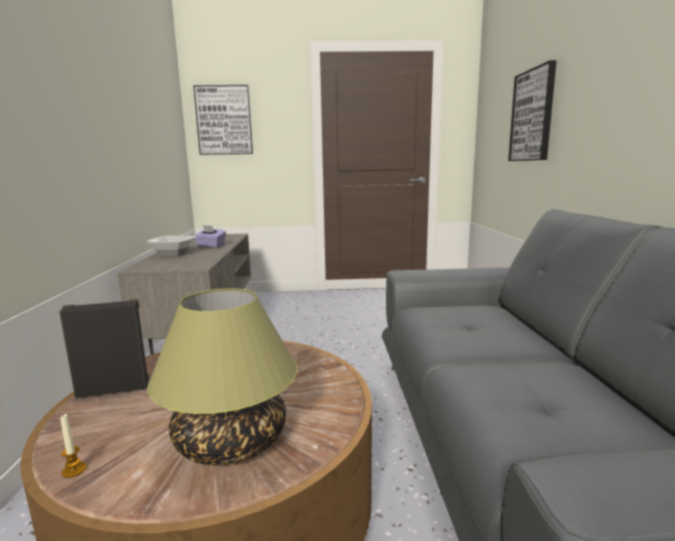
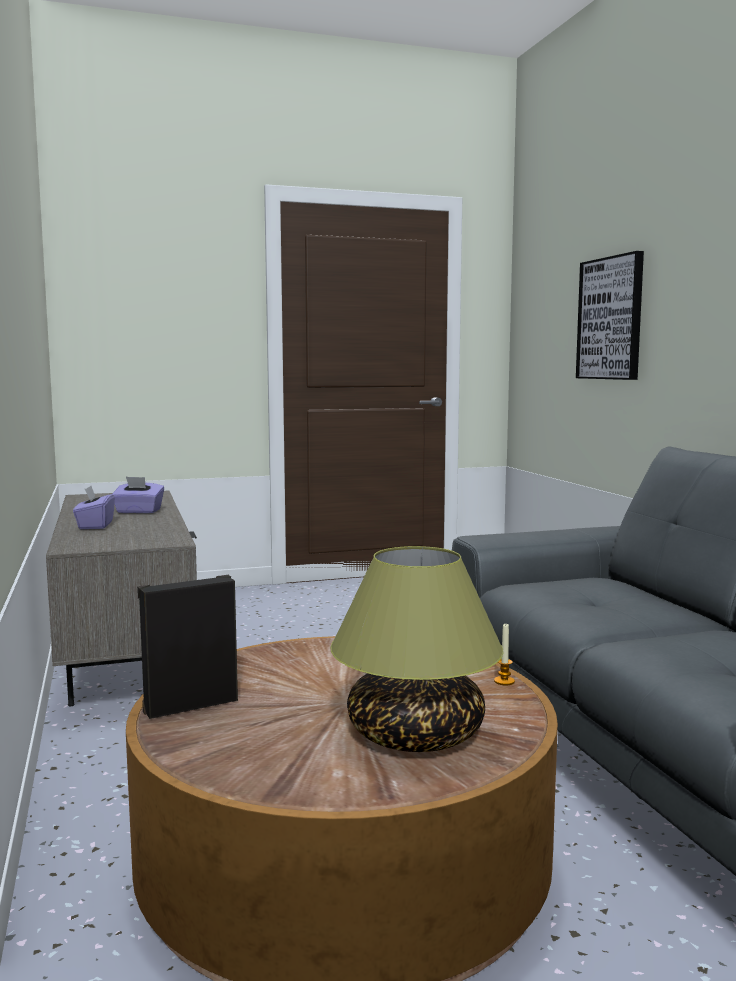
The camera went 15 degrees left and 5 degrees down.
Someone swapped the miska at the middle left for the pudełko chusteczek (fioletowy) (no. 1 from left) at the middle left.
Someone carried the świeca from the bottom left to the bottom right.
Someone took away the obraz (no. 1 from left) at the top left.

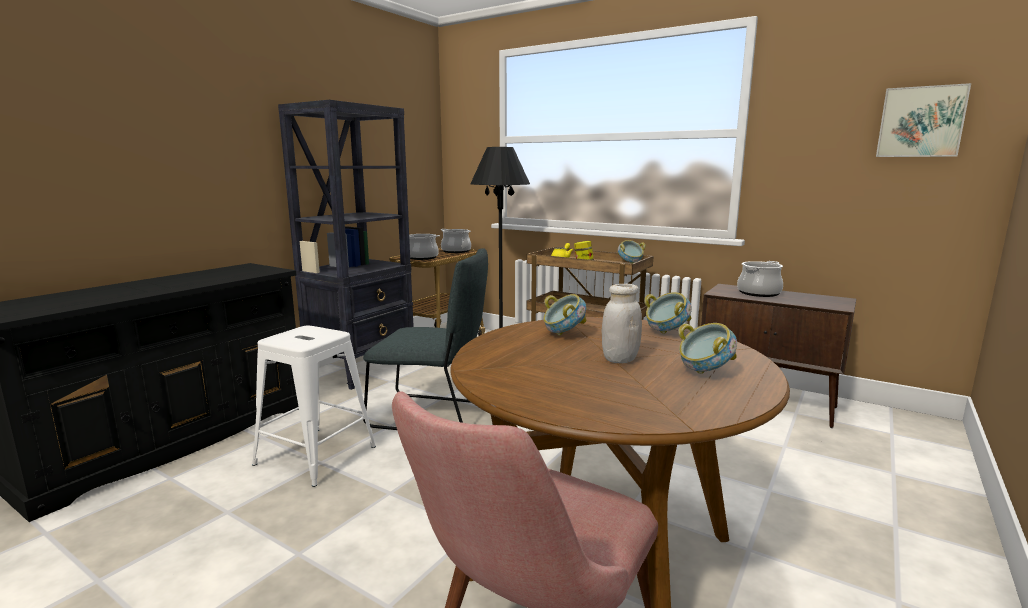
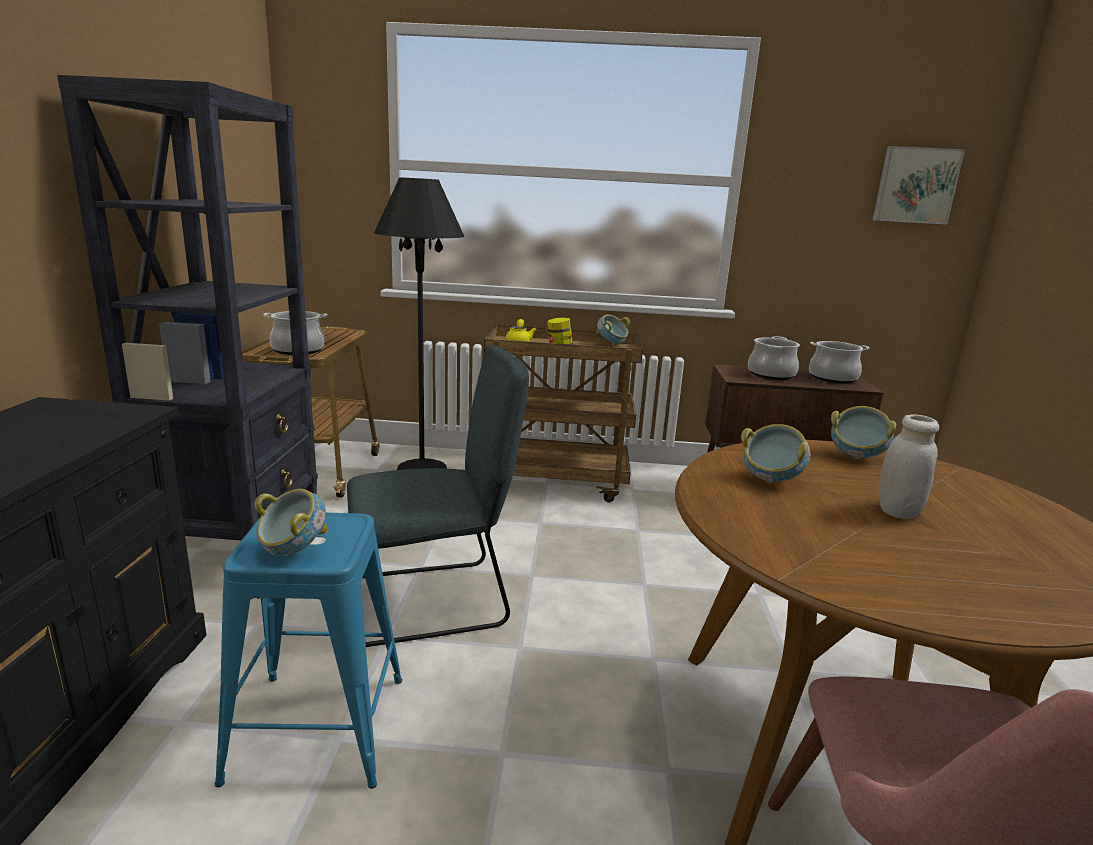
The camera went 30 degrees left and 5 degrees up.
Someone repainted the stołek (biały) at the bottom left, which became the stołek (niebieski) at the bottom left.
Someone carried the miska (no. 4 from left in the first image) from the middle right to the middle left.
Someone carried the garnek (no. 2 from left in the first image) from the centre to the middle right.

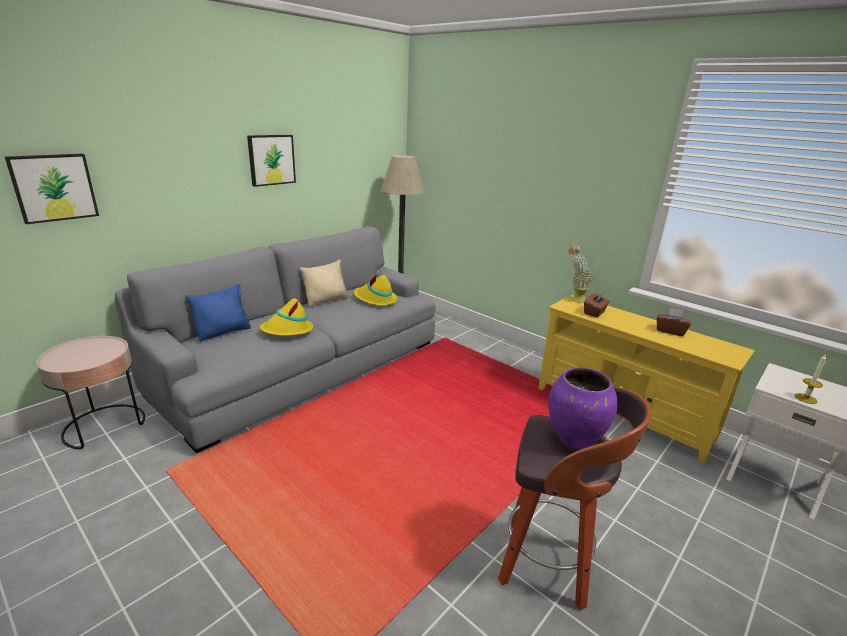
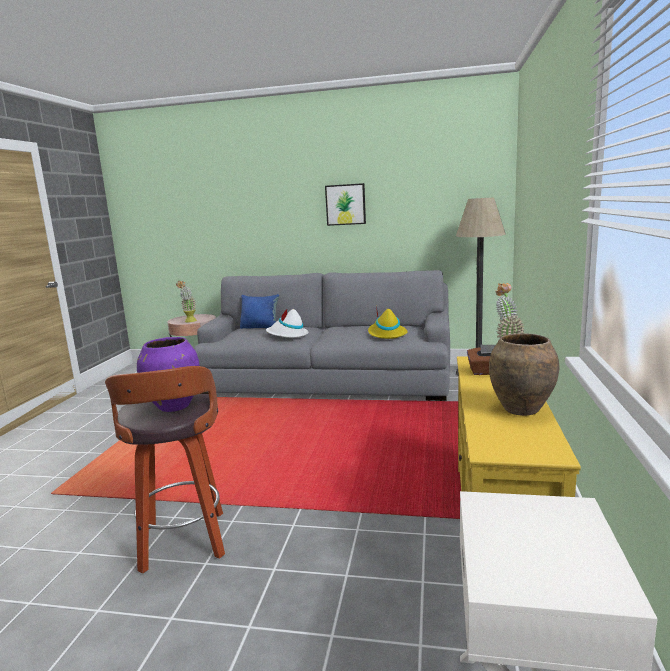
The camera went 60 degrees right and 10 degrees down.
Someone put down the roślina doniczkowa (no. 1 from left) at the middle left.
Someone repainted the kapelusz (żółty) (no. 1 from left) at the centre, which became the kapelusz (biały) at the centre.
Someone swapped the pudełko chusteczek (brązowy) (no. 2 from left) at the middle right for the wazon (brązowy) at the middle right.
Someone took away the obraz (no. 1 from left) at the top left.
Someone took away the poduszka (beżowy) at the centre.
Someone took away the świeca at the middle right.

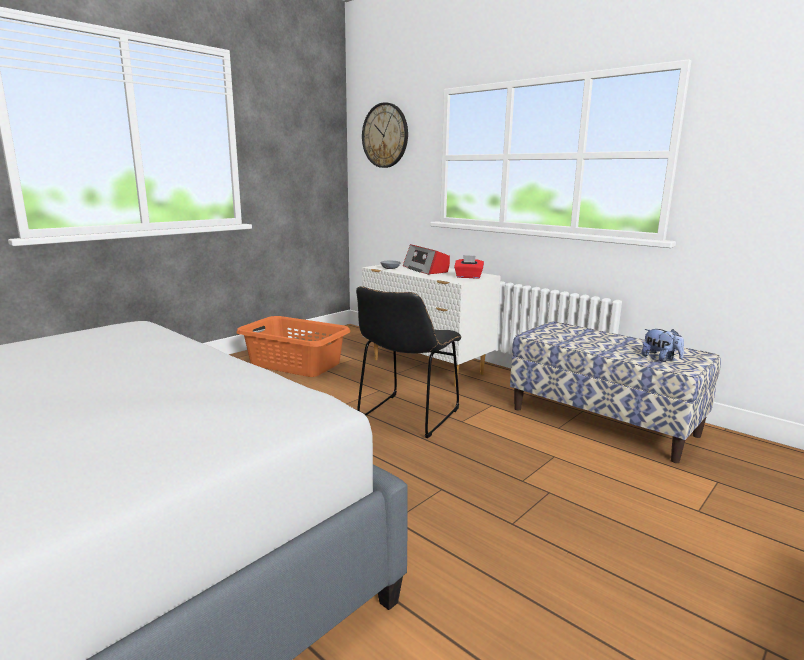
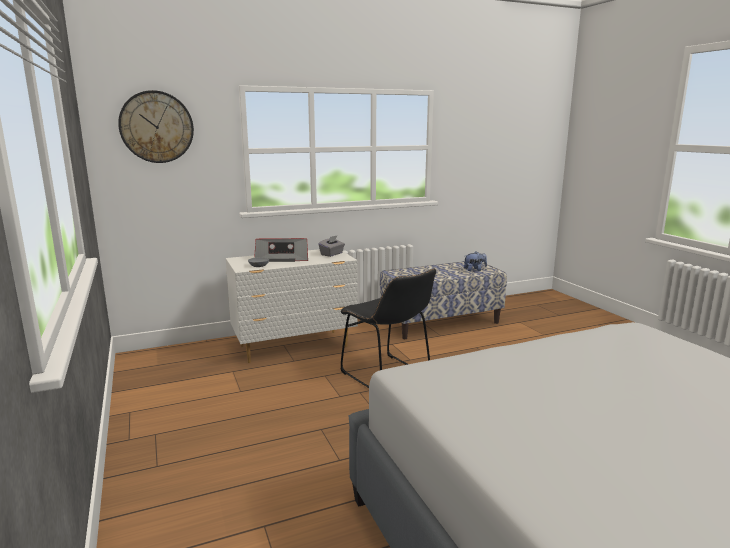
The camera went 65 degrees left and 0 degrees up.
Someone repainted the pudełko chusteczek (czerwony) at the centre, which became the pudełko chusteczek (szary) at the centre.
Someone took away the kosz na pranie (pomarańczowy) at the centre.

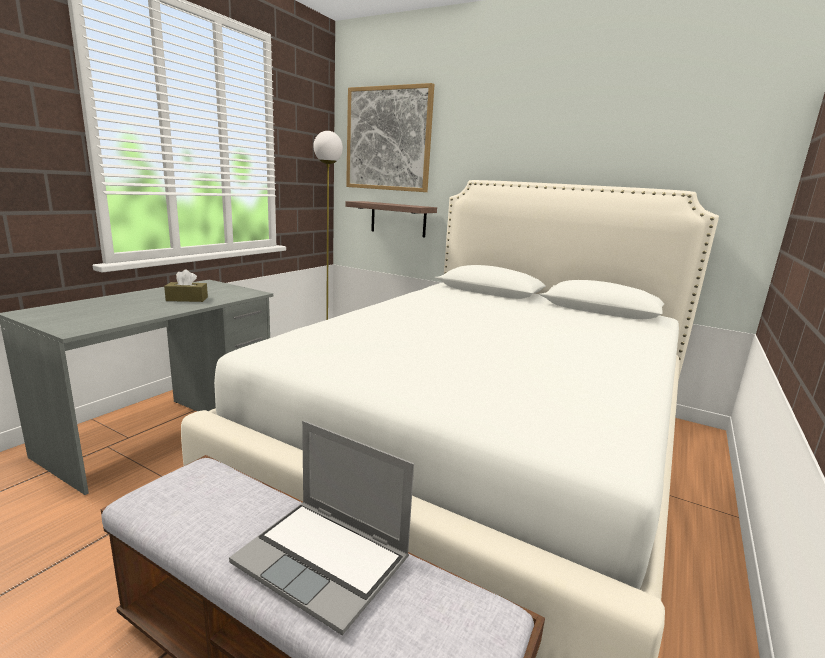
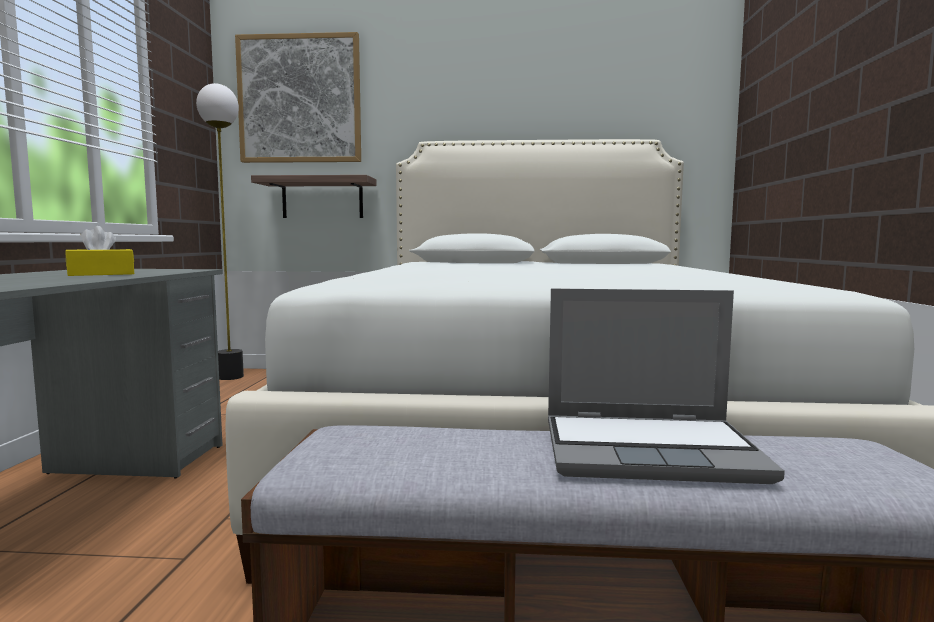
The camera went 25 degrees left and 10 degrees down.
Someone repainted the pudełko chusteczek (brązowy) at the middle left, which became the pudełko chusteczek (żółty) at the middle left.

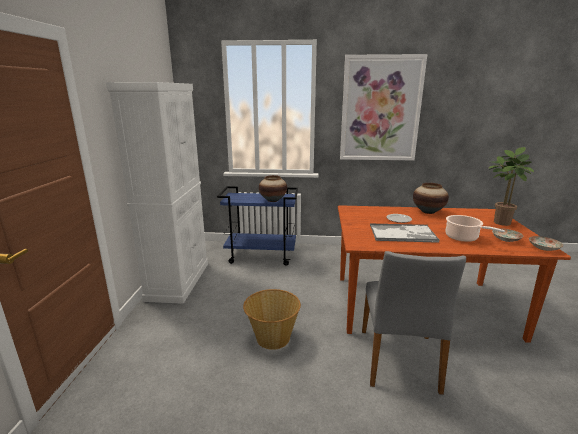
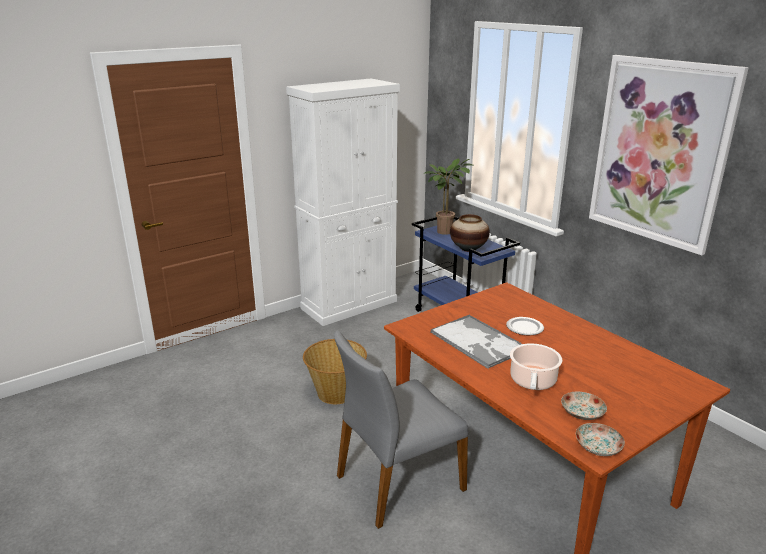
The camera went 50 degrees right and 5 degrees up.
Someone carried the roślina doniczkowa from the middle right to the centre.
Someone took away the wazon (no. 2 from left) at the middle right.

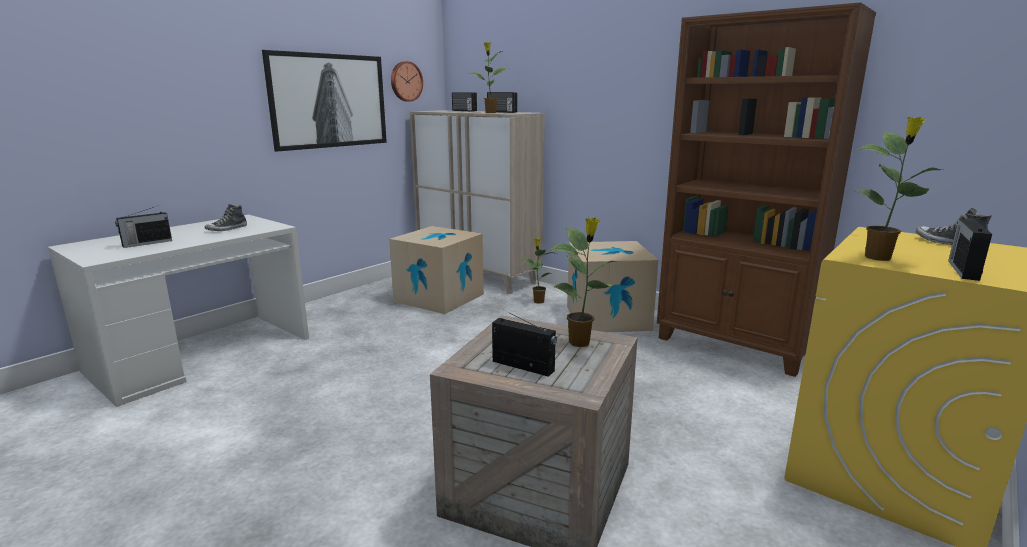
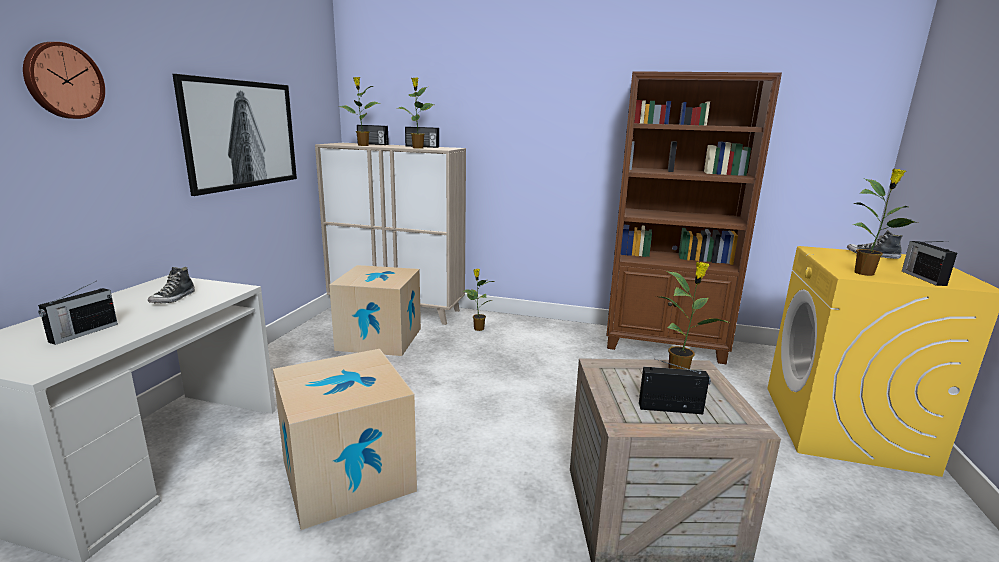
The camera went 25 degrees left and 0 degrees up.
Someone carried the zegar ścienny from the top centre to the top left.
Someone carried the karton (no. 2 from left in the first image) from the centre to the bottom centre.
Someone put down the roślina doniczkowa (no. 1 from left) at the top centre.

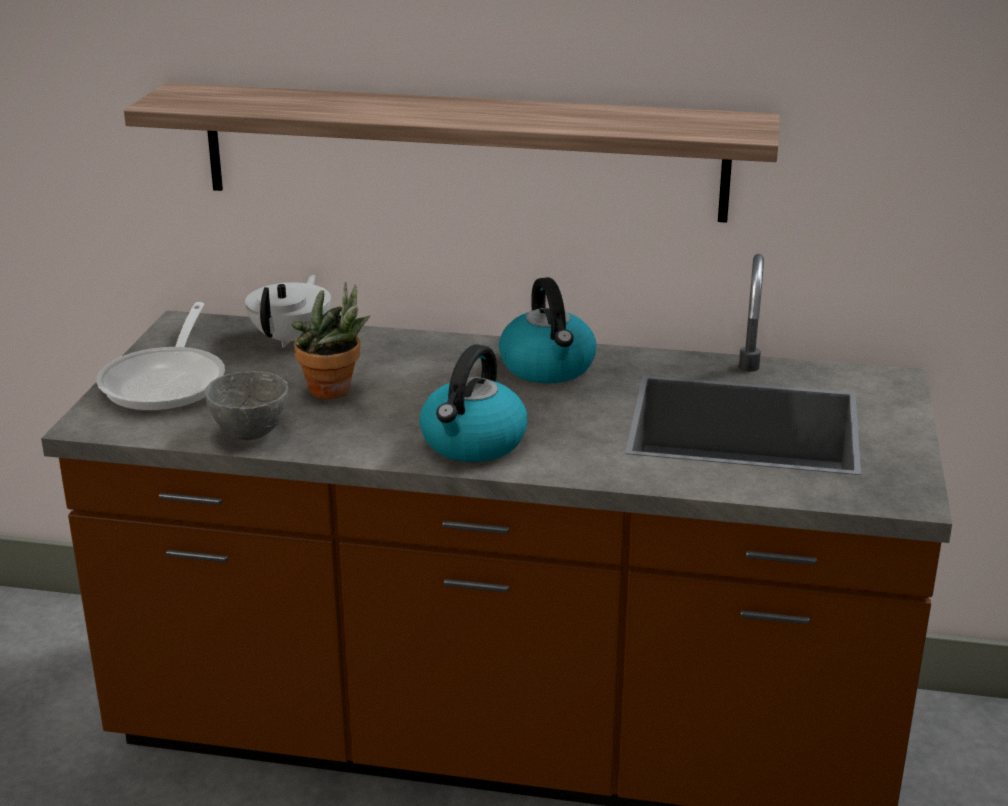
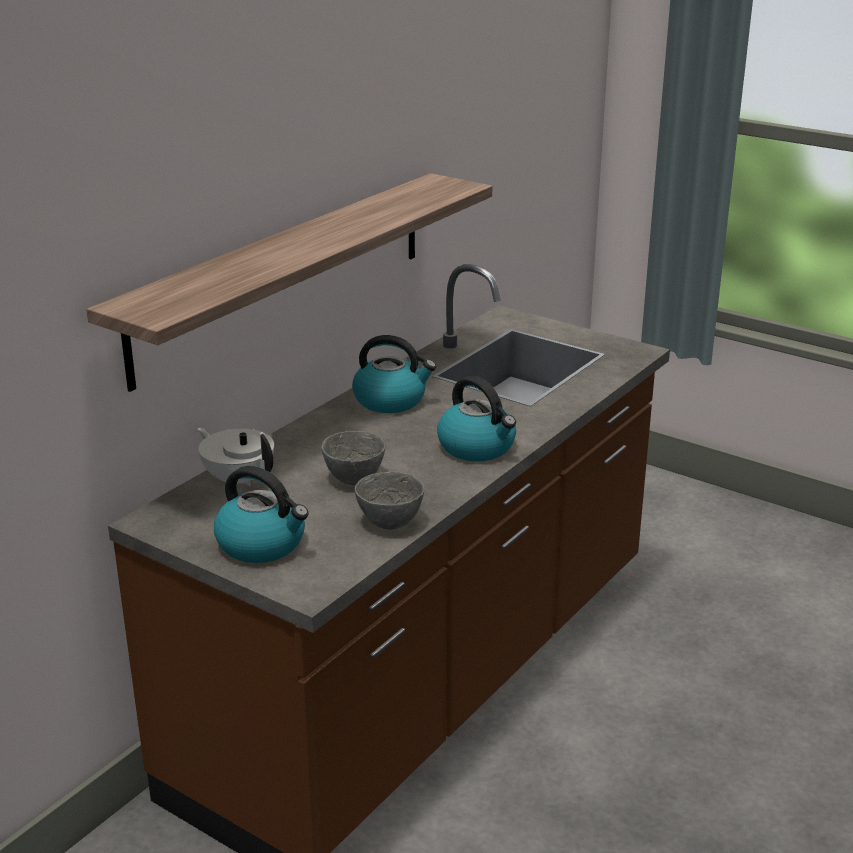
The camera went 65 degrees left and 0 degrees up.
Someone swapped the patelnia at the middle left for the czajnik (no. 1 from left) at the middle left.
Someone swapped the roślina doniczkowa at the middle left for the miska (szary) (no. 1 from left) at the centre.

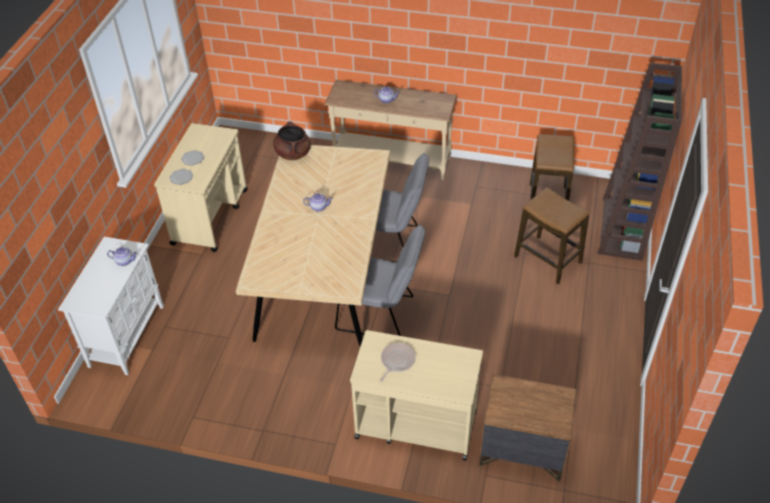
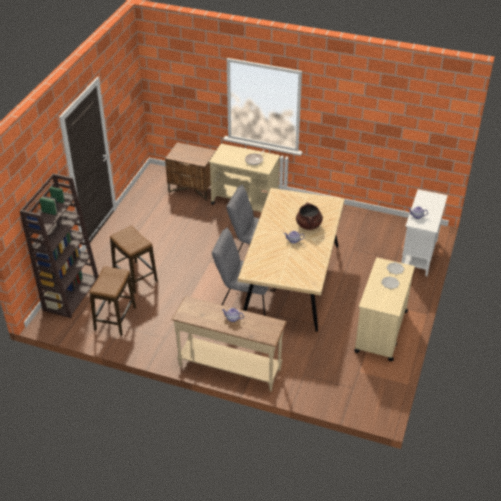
The camera went 175 degrees left and 5 degrees down.
Someone carried the garnek (brązowy) from the top centre to the centre.

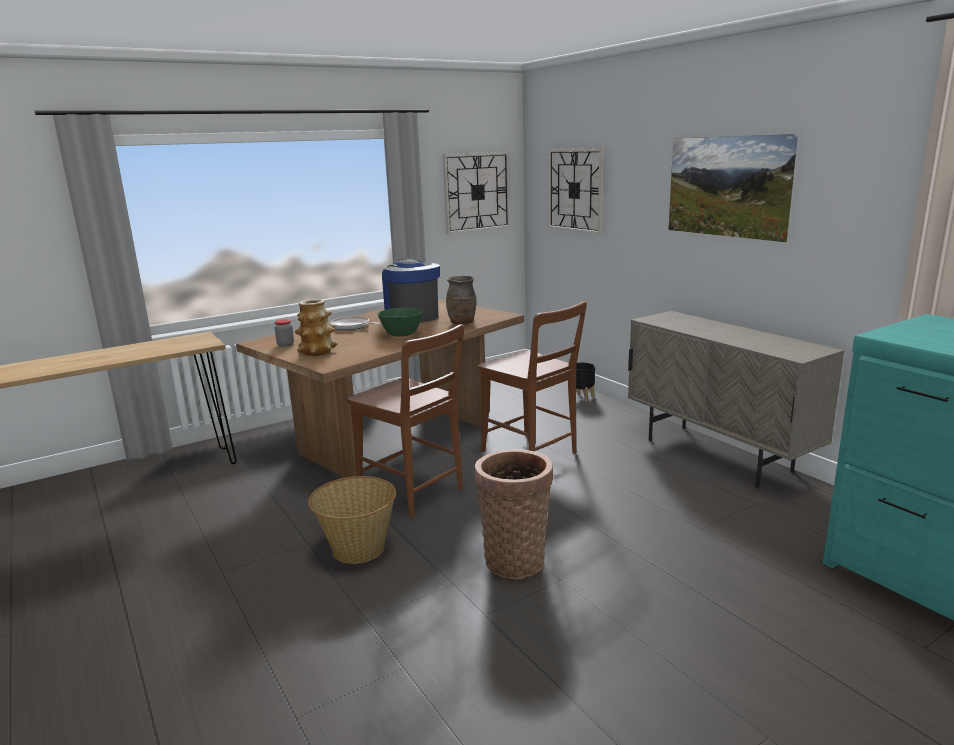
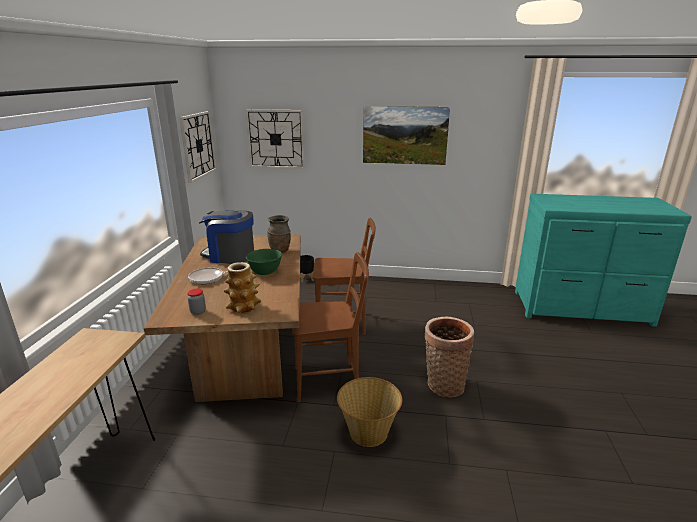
The camera went 50 degrees left and 5 degrees up.
Someone took away the szafka (beżowy) at the middle right.

